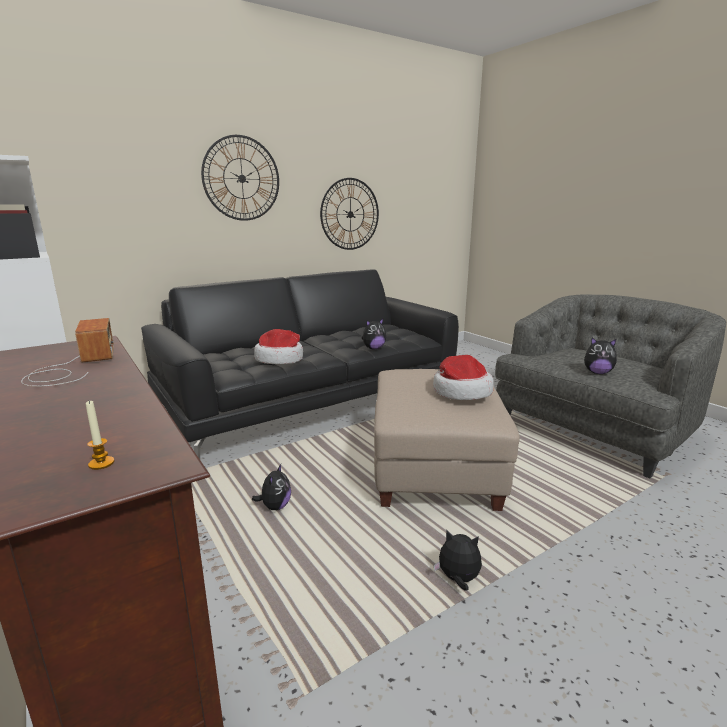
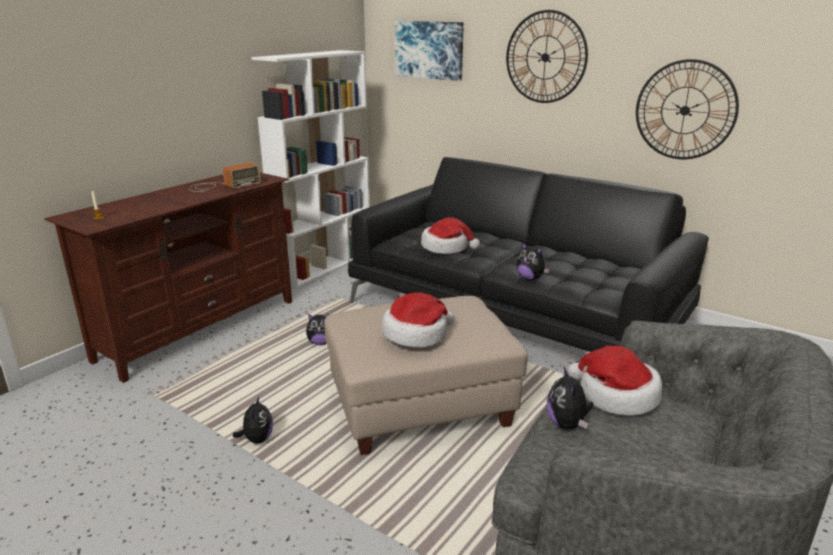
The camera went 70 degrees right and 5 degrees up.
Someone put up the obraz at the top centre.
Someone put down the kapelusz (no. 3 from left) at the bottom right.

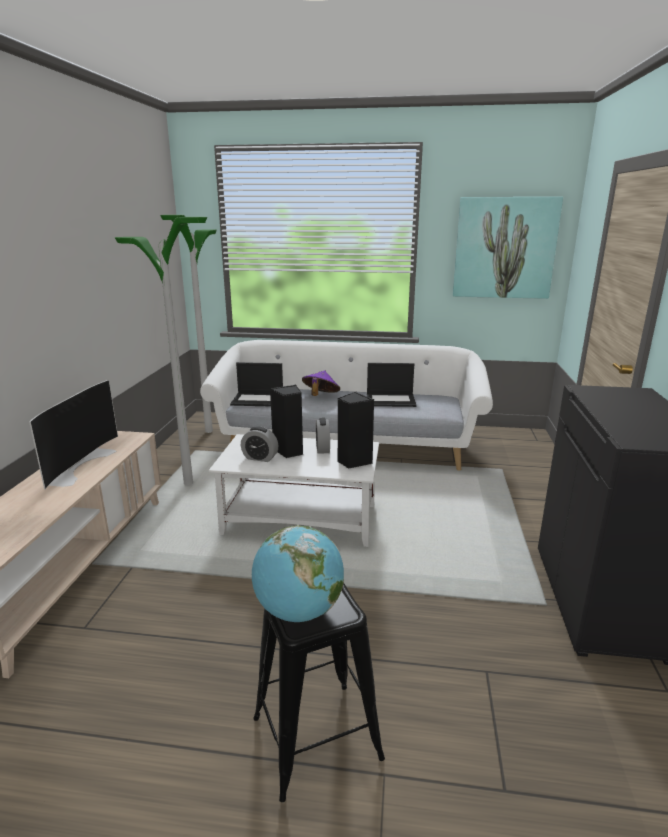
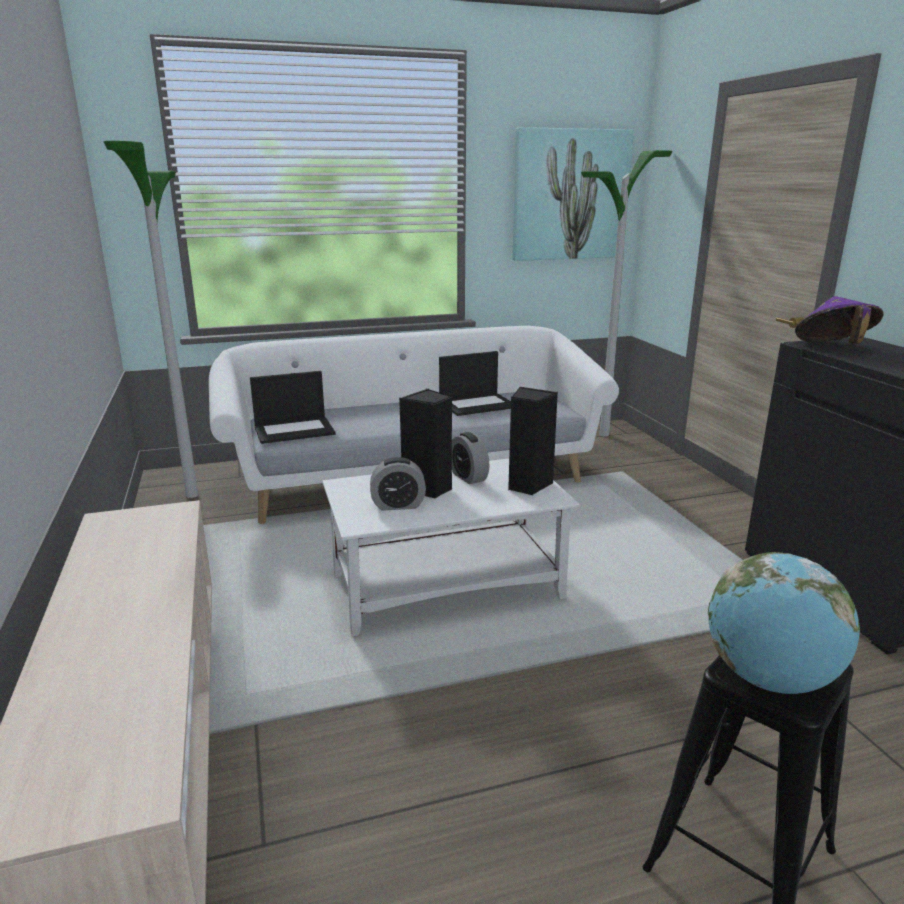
The camera went 25 degrees left and 0 degrees up.
Someone carried the lampa stojąca (no. 1 from left in the first image) from the middle left to the top right.
Someone carried the kapelusz (fioletowy) from the centre to the middle right.
Someone took away the telewizor at the middle left.

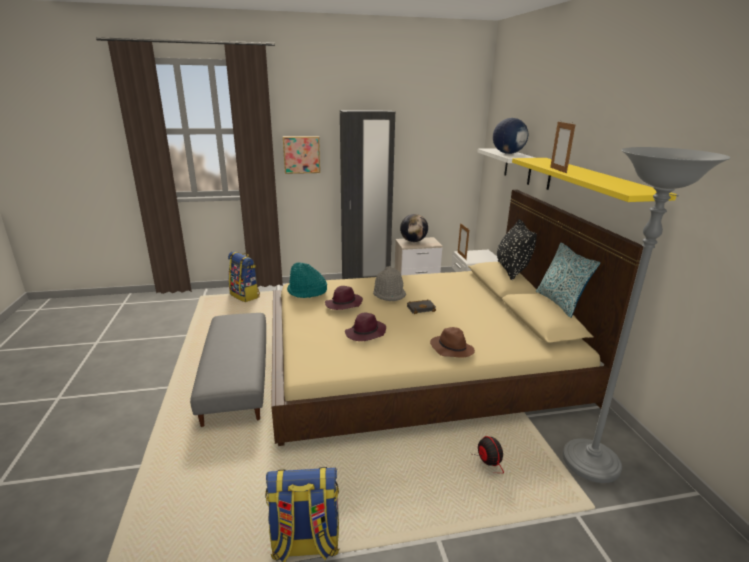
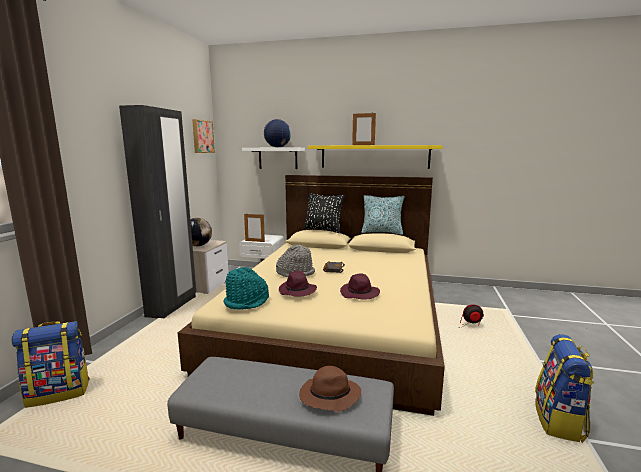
The camera went 65 degrees left and 10 degrees down.
Someone carried the obraz from the top centre to the top left.
Someone carried the kapelusz (brązowy) from the centre to the bottom centre.
Someone took away the lampa stojąca (szary) at the middle right.

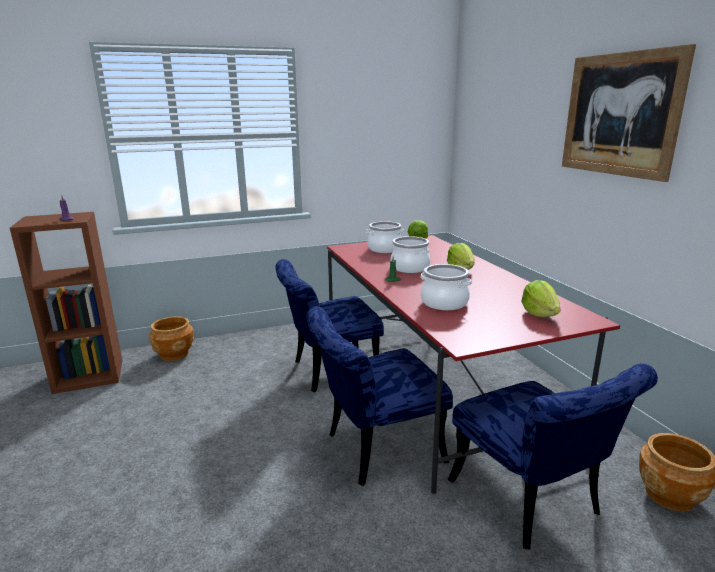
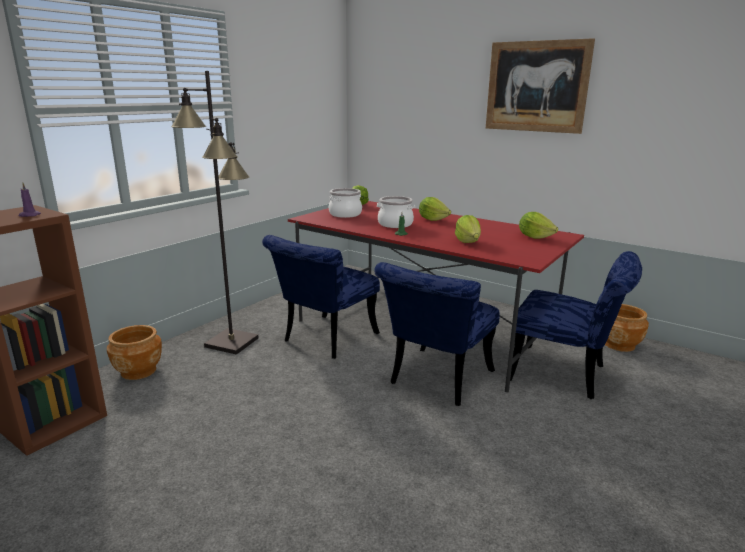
The camera went 35 degrees left and 0 degrees up.
Someone put down the lampa stojąca (czarny) at the middle left.
Someone swapped the garnek (no. 3 from left) at the centre for the sałata (no. 3 from left) at the centre.

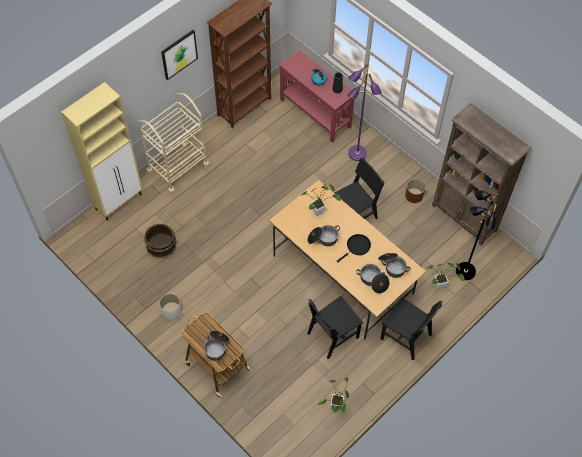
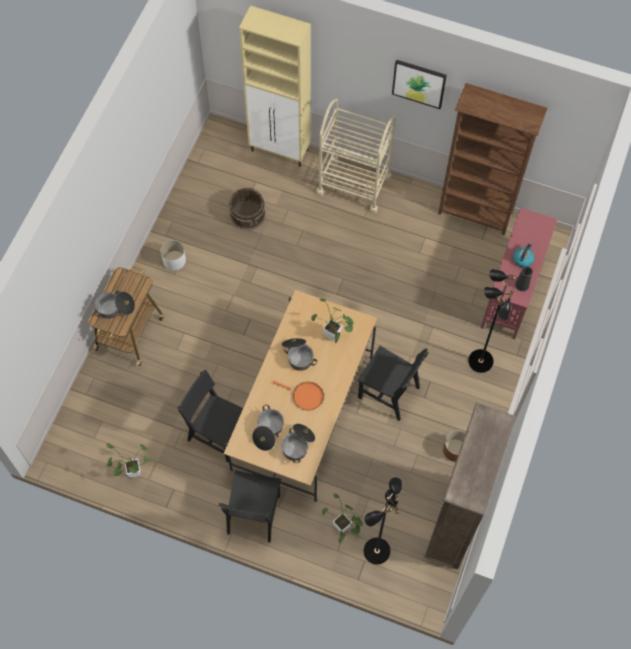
The camera went 65 degrees right and 5 degrees up.
Someone repainted the patelnia (czarny) at the centre, which became the patelnia (pomarańczowy) at the centre.
Someone repainted the lampa stojąca (fioletowy) at the top centre, which became the lampa stojąca (czarny) (no. 2 from left) at the middle right.

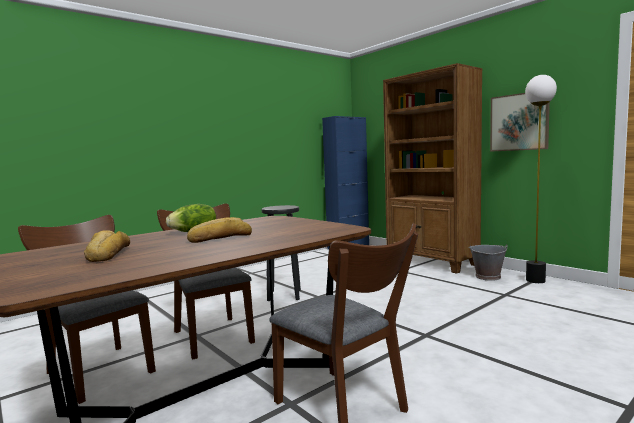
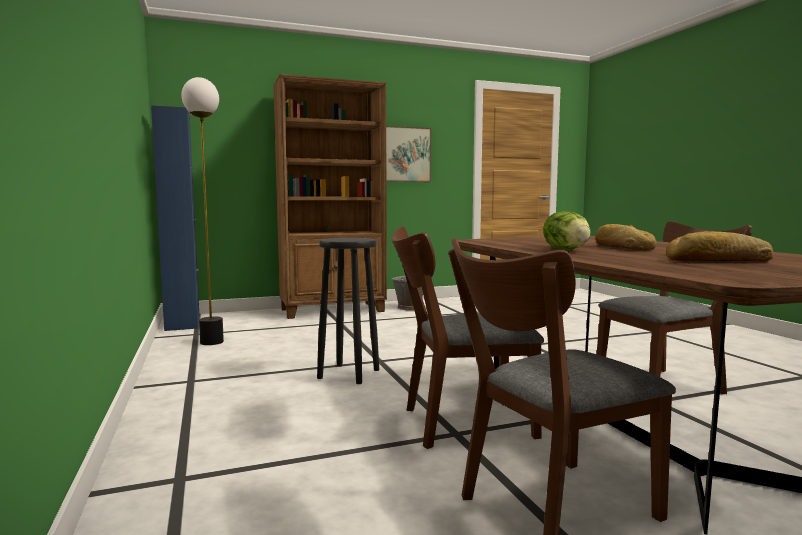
The camera went 70 degrees left and 0 degrees up.
Someone carried the lampa stojąca from the middle right to the middle left.

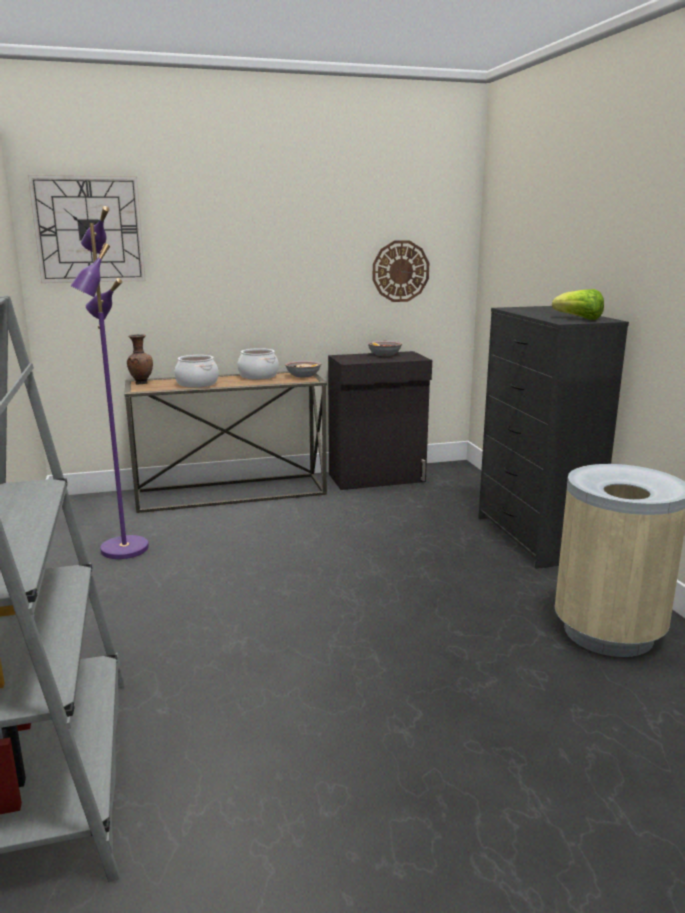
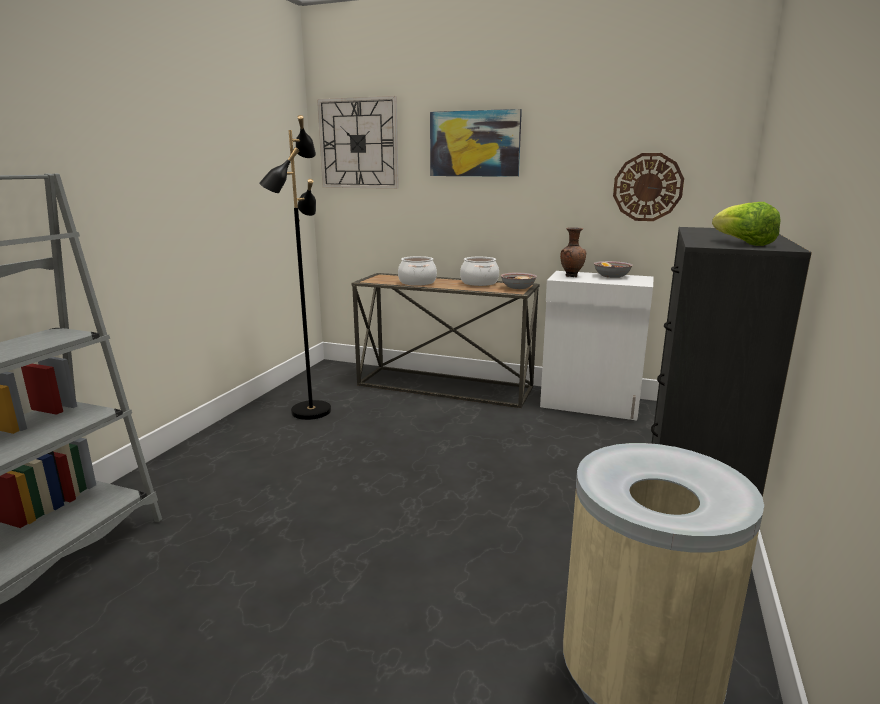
The camera went 35 degrees right and 0 degrees up.
Someone repainted the lampa stojąca (fioletowy) at the middle left, which became the lampa stojąca (czarny) at the centre.
Someone put up the obraz at the top centre.
Someone repainted the szafka (czarny) at the centre, which became the szafka (biały) at the middle right.
Someone carried the wazon (brązowy) from the middle left to the centre.

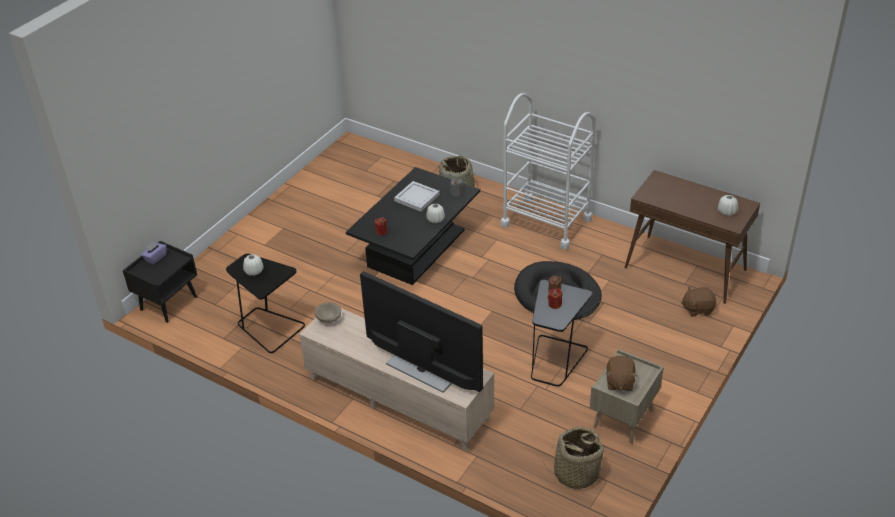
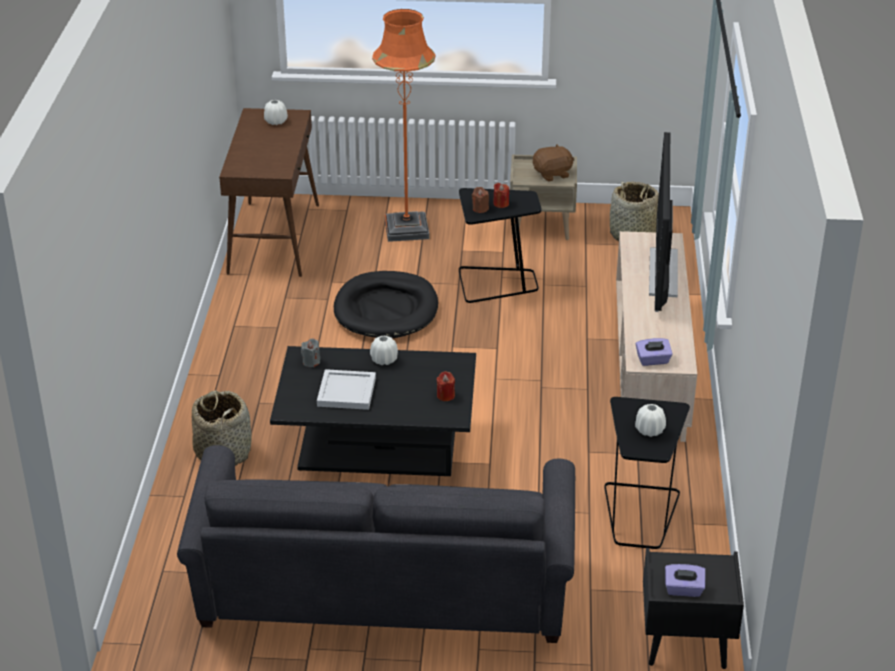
The camera went 120 degrees left and 5 degrees down.
Someone put down the kanapa (szary) at the bottom centre.
Someone put down the lampa stojąca (pomarańczowy) at the top centre.
Someone swapped the miska (beżowy) at the centre for the pudełko chusteczek (fioletowy) (no. 1 from left) at the middle right.
Someone took away the wózek (biały) at the top centre.
Someone took away the pluszak (brązowy) (no. 2 from left) at the middle right.

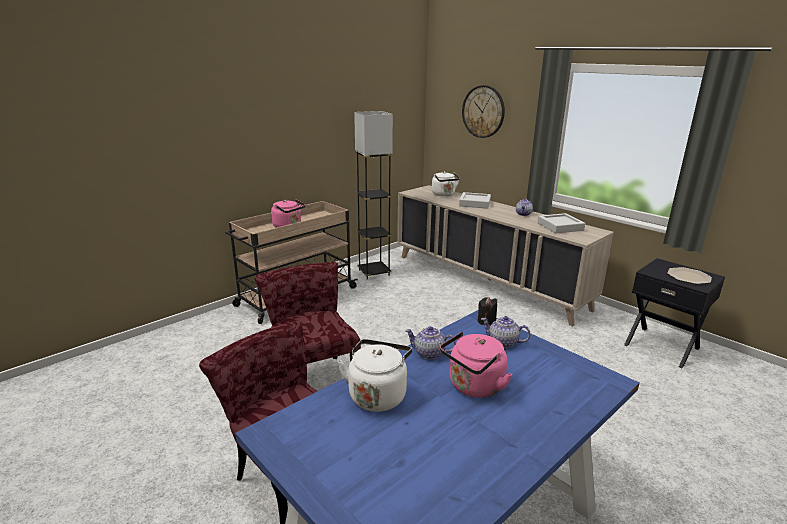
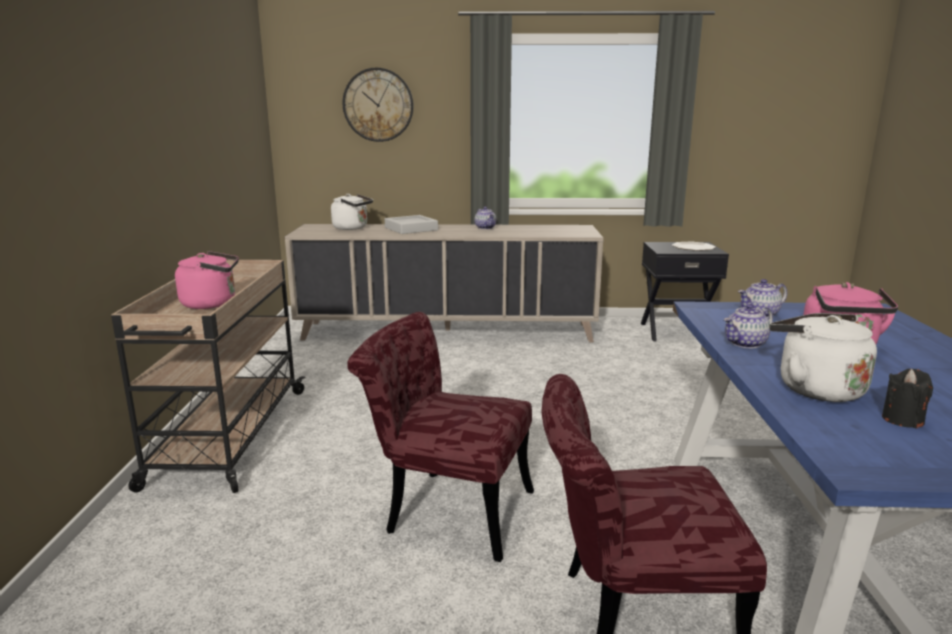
The camera went 45 degrees left and 5 degrees down.
Someone carried the świeca (czarny) from the centre to the middle right.
Someone took away the lampa stojąca (szary) at the centre.
Someone took away the taca (szary) (no. 2 from left) at the middle right.

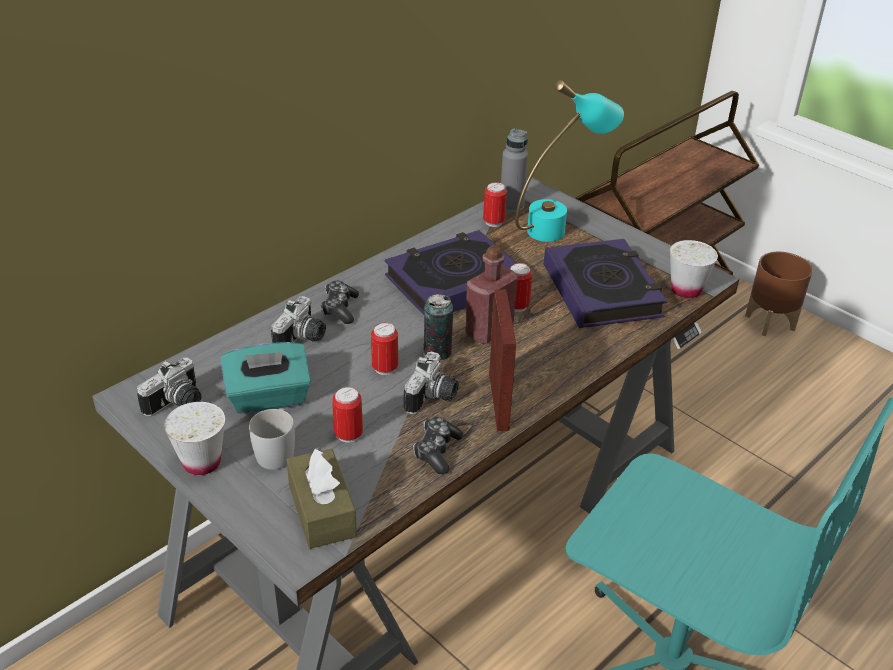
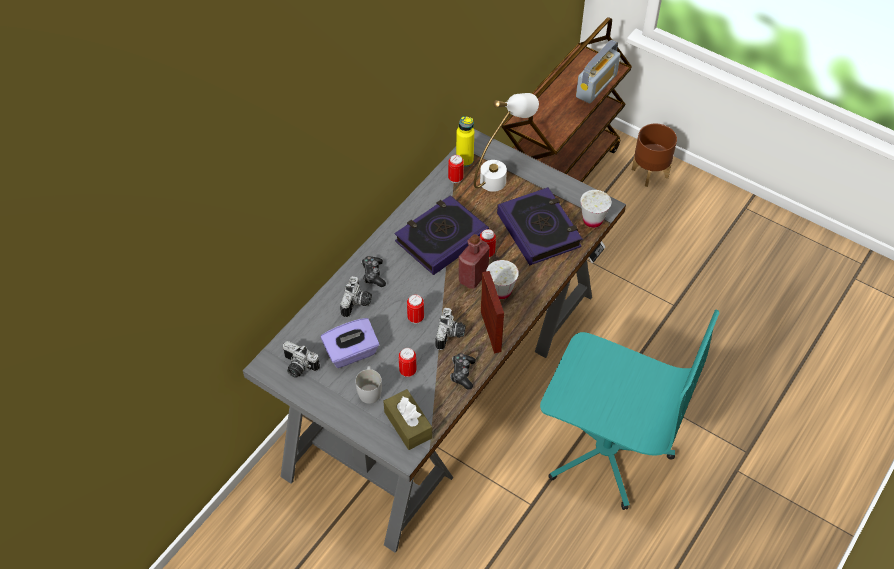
The camera went 10 degrees left and 15 degrees up.
Someone rotated the aparat fotograficzny (no. 1 from left) at the middle left by 90 degrees clockwise.
Someone repainted the pudełko chusteczek (turkusowy) at the middle left, which became the pudełko chusteczek (fioletowy) at the centre.
Someone repainted the butelka (szary) at the top centre, which became the butelka (żółty) at the top centre.
Someone repainted the lampa stołowa (turkusowy) at the top centre, which became the lampa stołowa (biały) at the top centre.
Someone carried the filiżanka (biały) (no. 1 from left) from the middle left to the centre.
Someone put down the radio at the top right.
Someone took away the puszka (no. 3 from left) at the centre.

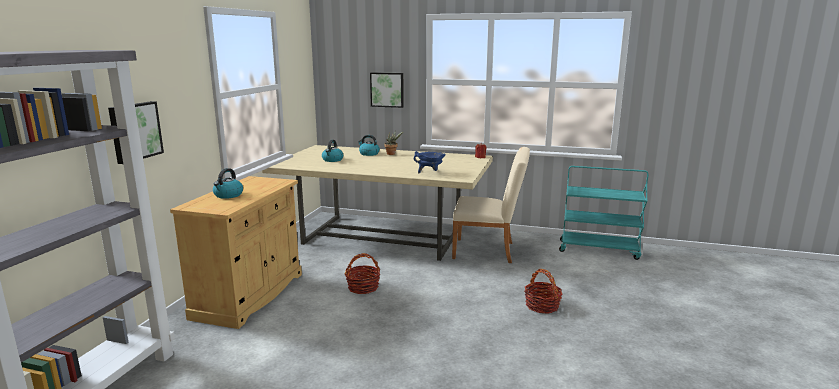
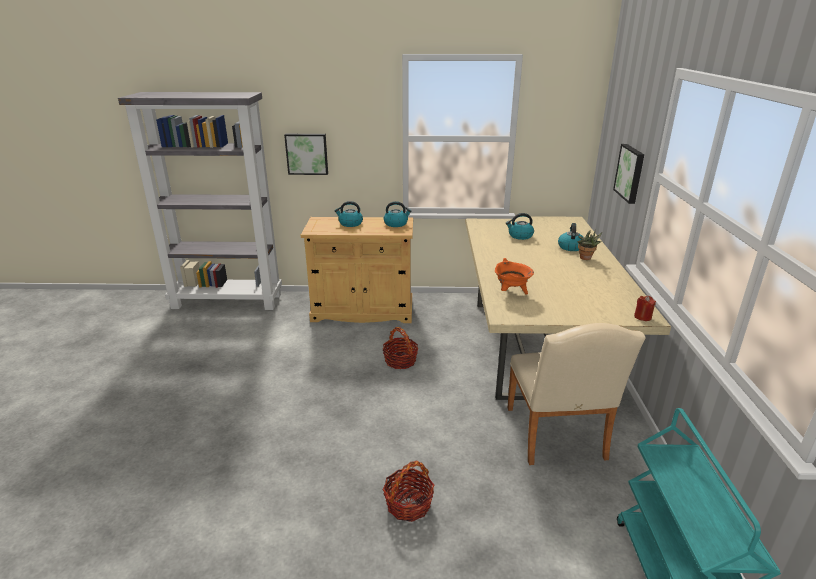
The camera went 75 degrees right and 10 degrees up.
Someone put down the czajnik (no. 2 from left) at the centre.
Someone repainted the garnek (niebieski) at the centre, which became the garnek (pomarańczowy) at the centre.

